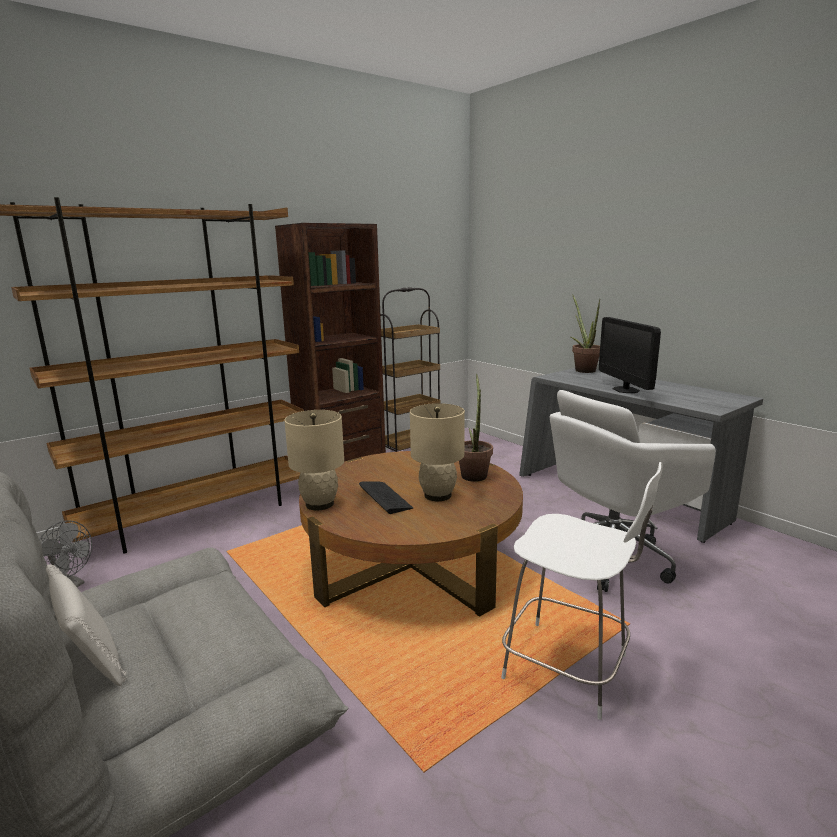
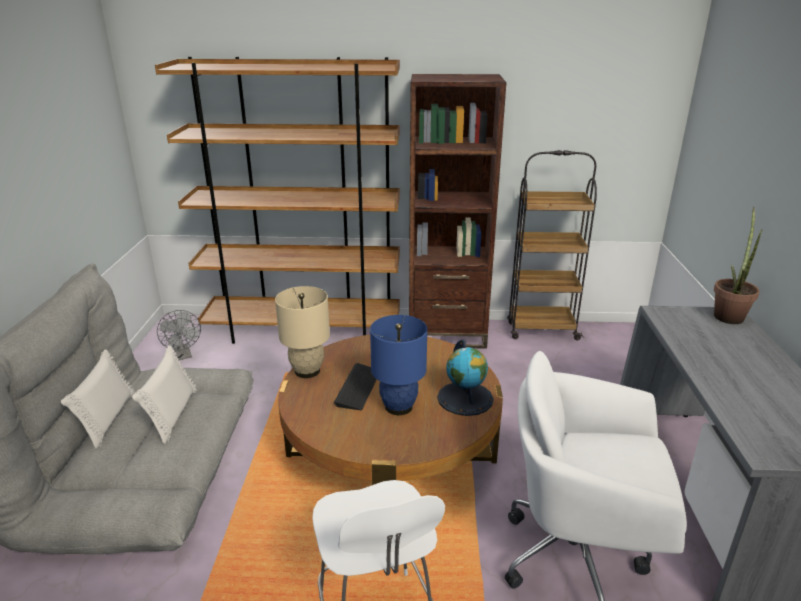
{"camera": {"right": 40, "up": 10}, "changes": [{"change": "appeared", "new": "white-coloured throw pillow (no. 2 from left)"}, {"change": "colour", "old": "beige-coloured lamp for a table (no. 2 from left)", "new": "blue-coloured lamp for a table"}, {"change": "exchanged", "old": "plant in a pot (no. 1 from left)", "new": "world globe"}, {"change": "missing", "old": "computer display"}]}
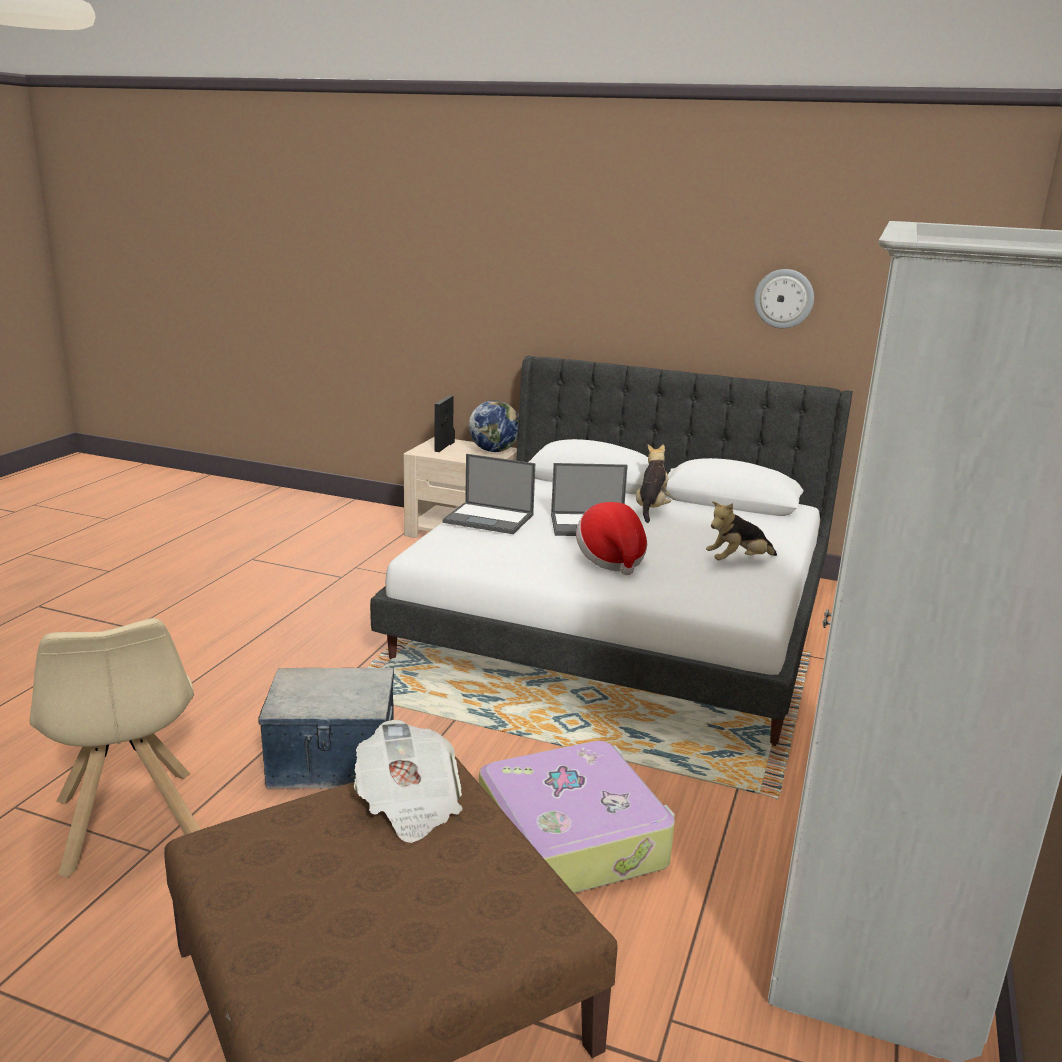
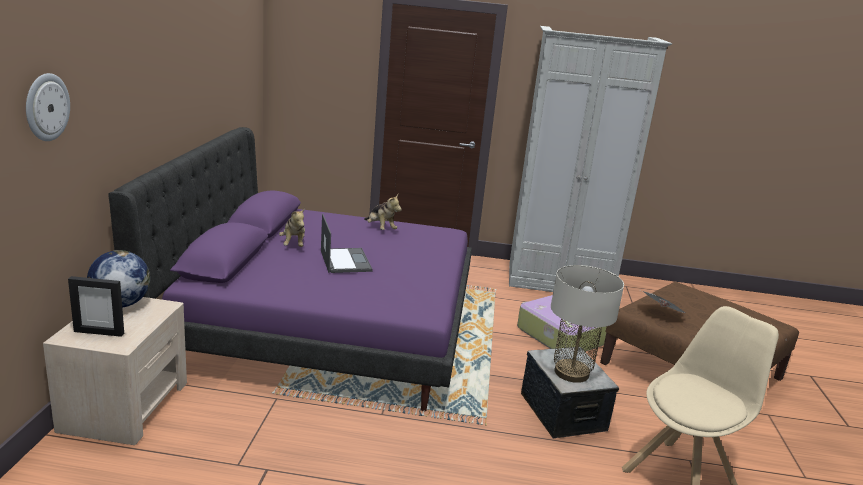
{"camera": {"right": -105, "up": 0}, "changes": [{"change": "relocated", "old": "wall clock"}, {"change": "colour", "old": "white-coloured bedroom bed", "new": "purplish bedroom bed"}, {"change": "spun", "old": "cuddly toy (no. 1 from left)", "degrees": -105}, {"change": "appeared", "new": "lamp for a table"}, {"change": "missing", "old": "laptop (no. 1 from left)"}, {"change": "missing", "old": "clothing hat"}]}
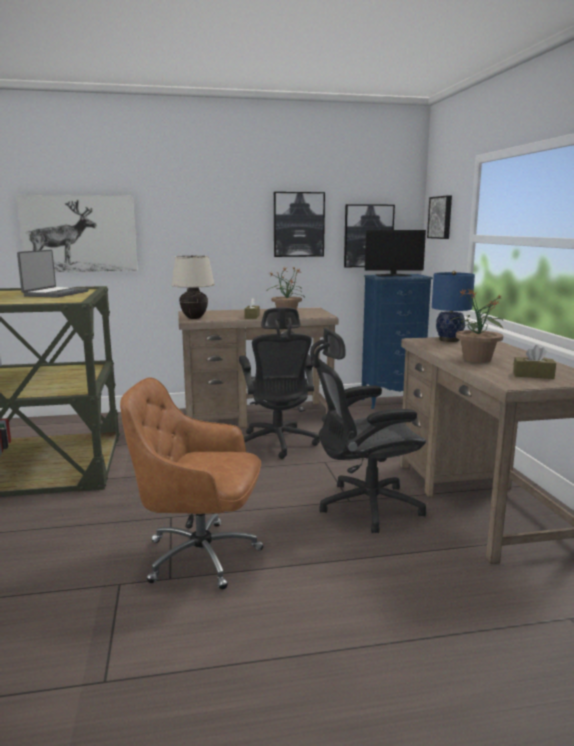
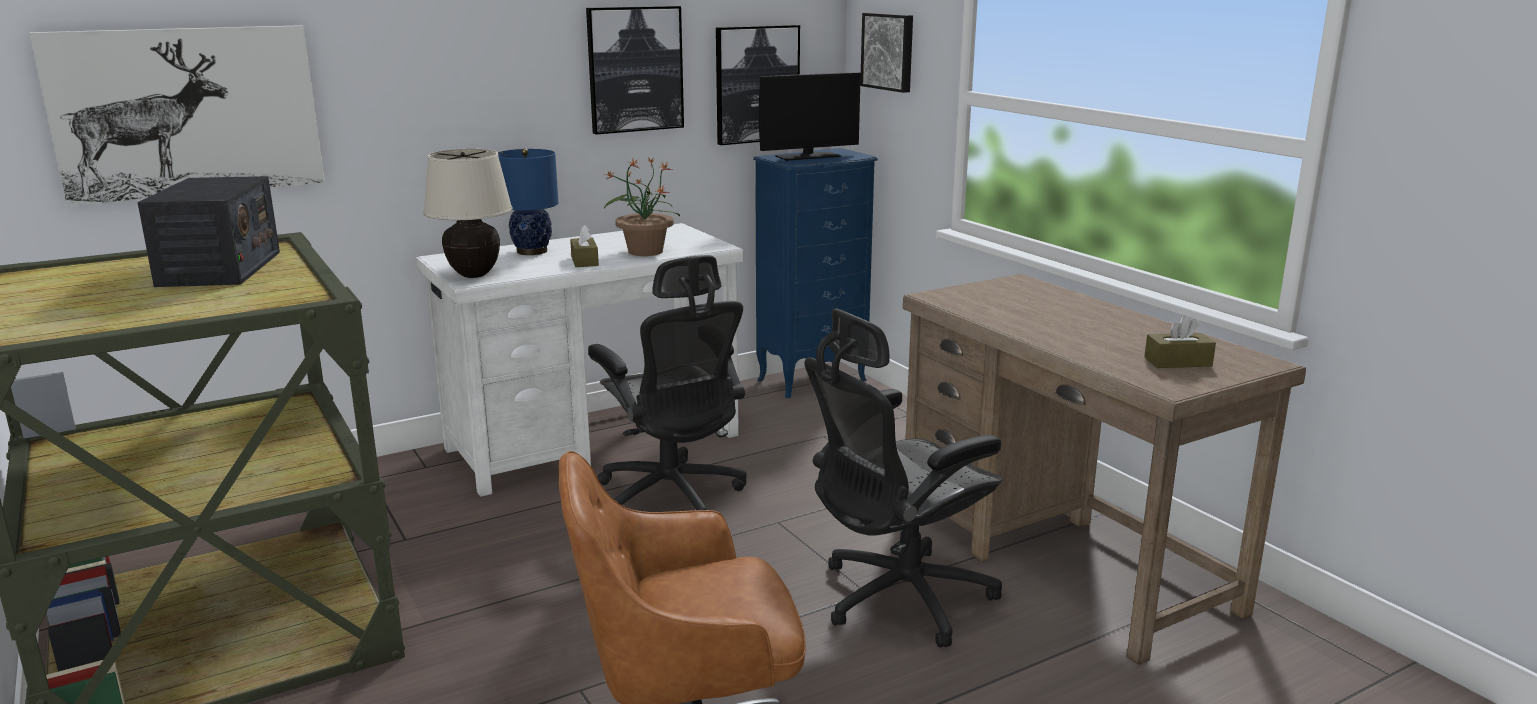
{"camera": {"right": -20, "up": 5}, "changes": [{"change": "exchanged", "old": "laptop", "new": "radio"}, {"change": "colour", "old": "brownish desk table (no. 1 from left)", "new": "white-coloured desk table"}, {"change": "relocated", "old": "blue-coloured lamp for a table"}, {"change": "missing", "old": "plant in a pot (no. 2 from left)"}]}
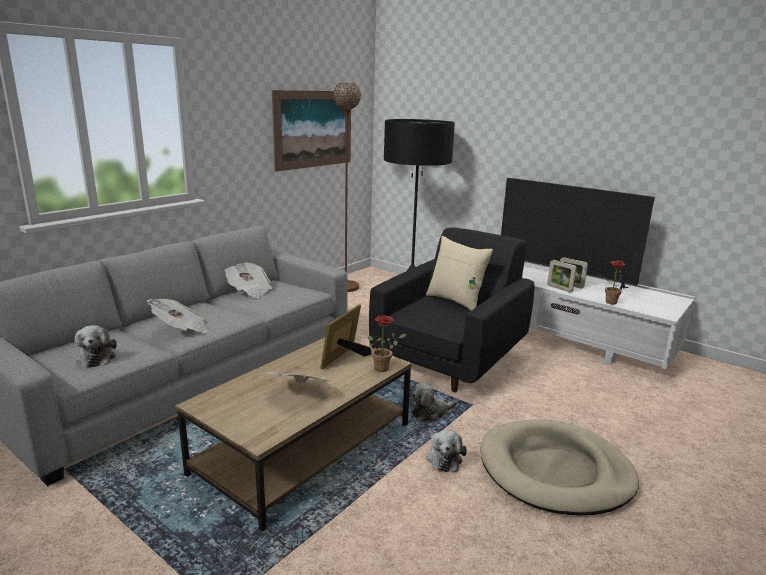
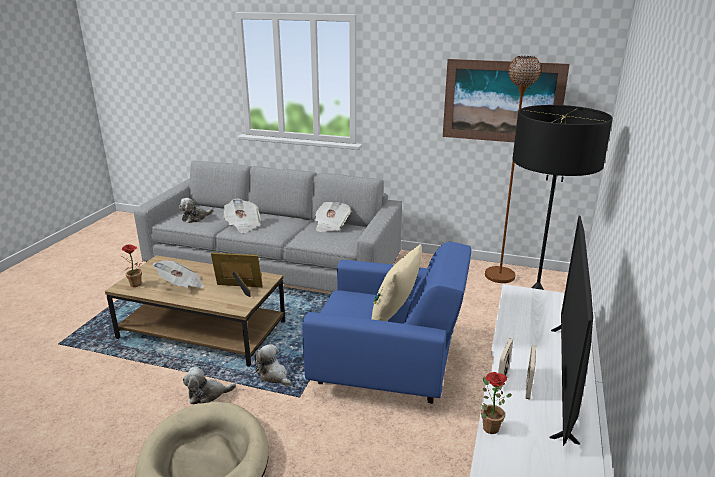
{"camera": {"right": 70, "up": 5}, "changes": [{"change": "relocated", "old": "plant in a pot (no. 1 from left)"}, {"change": "colour", "old": "blackish easy chair", "new": "blue-coloured easy chair"}]}
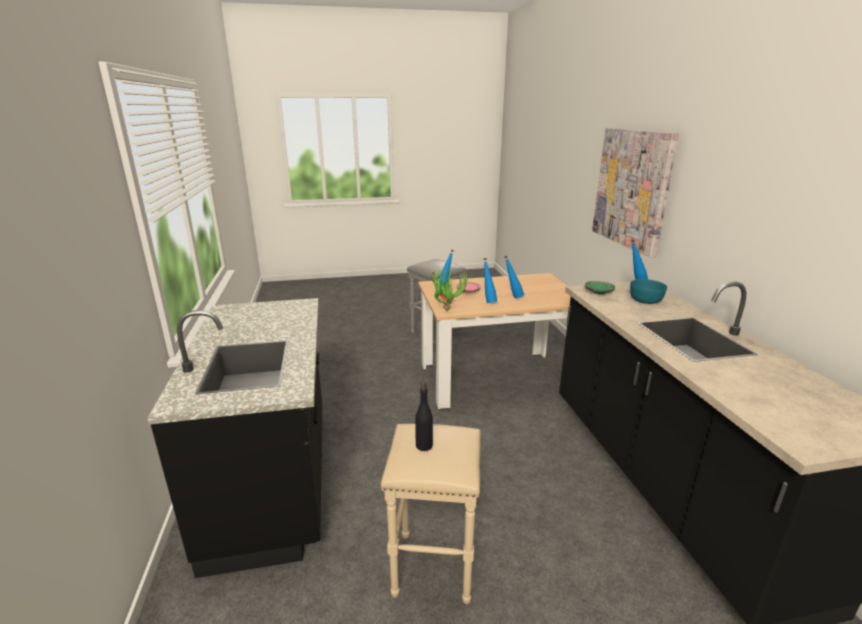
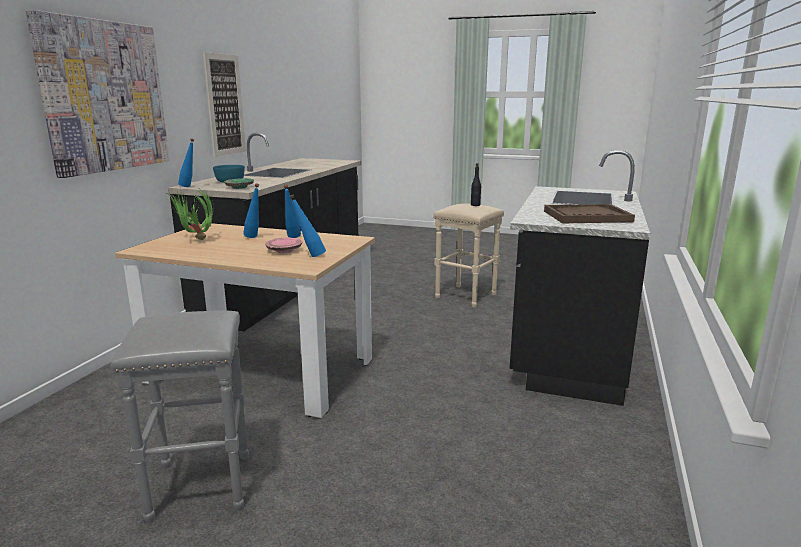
{"camera": {"right": -150, "up": -5}, "changes": [{"change": "relocated", "old": "plant in a pot"}, {"change": "appeared", "new": "wall picture (no. 2 from left)"}, {"change": "appeared", "new": "brownish carrying tray"}]}
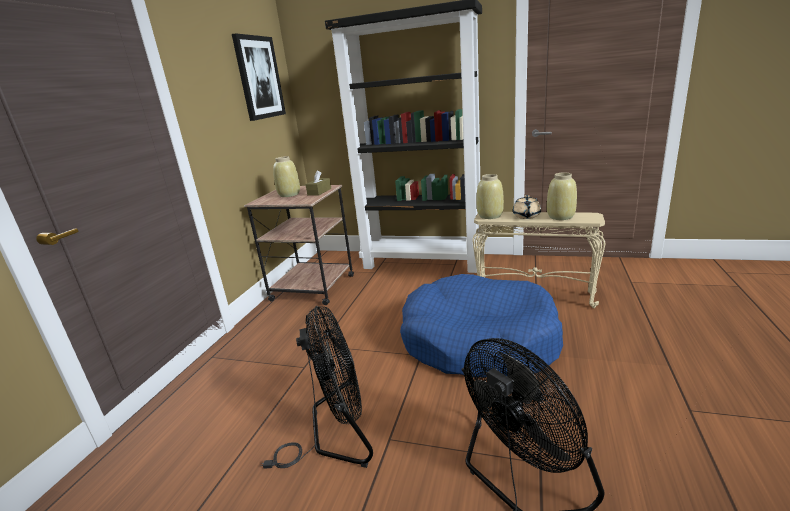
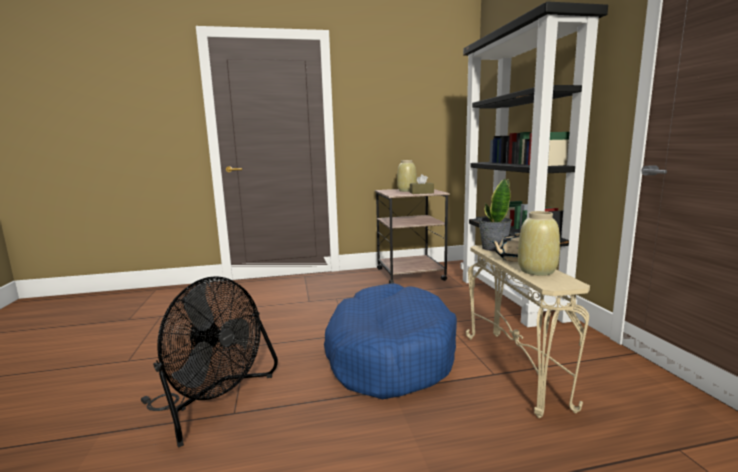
{"camera": {"right": 60, "up": -10}, "changes": [{"change": "exchanged", "old": "beige-coloured flower vase (no. 2 from left)", "new": "plant in a pot"}, {"change": "missing", "old": "wall picture"}, {"change": "missing", "old": "blackish cooling fan (no. 1 from left)"}]}
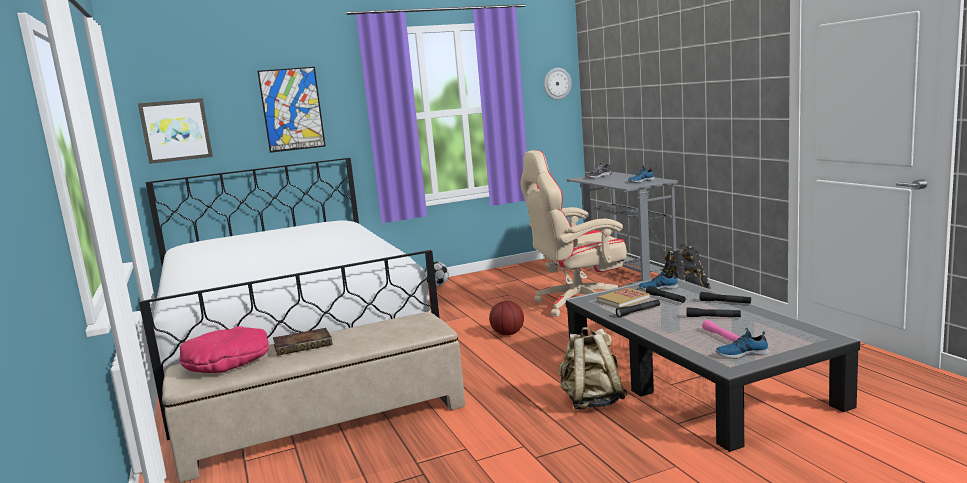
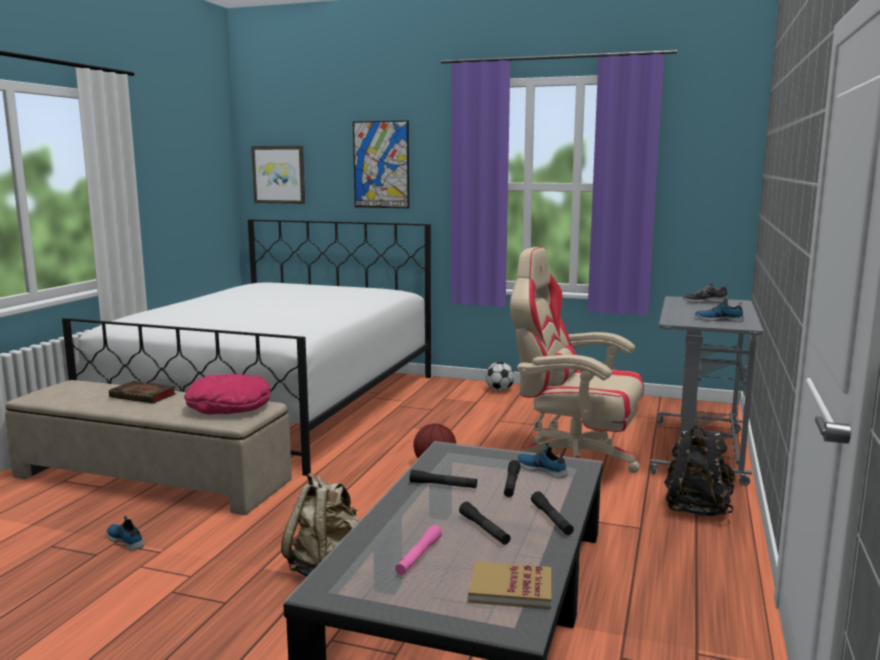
{"camera": {"right": 40, "up": 0}, "changes": [{"change": "relocated", "old": "low shoe (no. 4 from left in the first image)", "new": "low shoe (no. 1 from left)"}, {"change": "relocated", "old": "pink-coloured throw pillow"}, {"change": "relocated", "old": "book (no. 2 from left)"}, {"change": "missing", "old": "wall clock"}]}
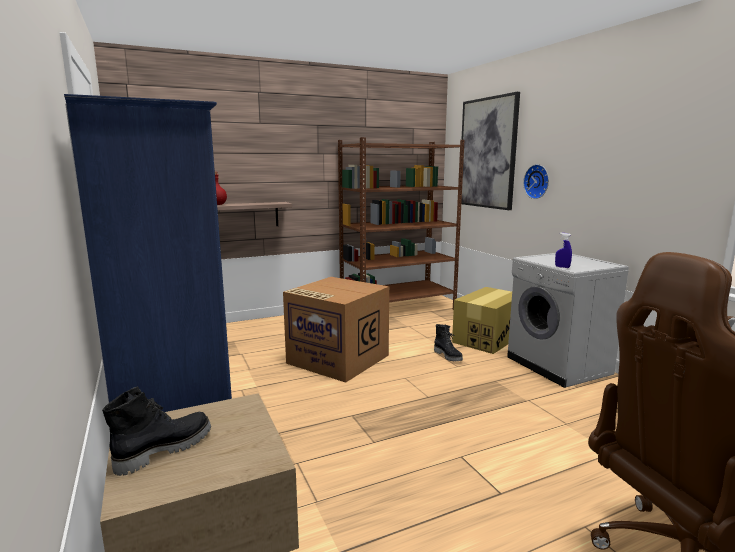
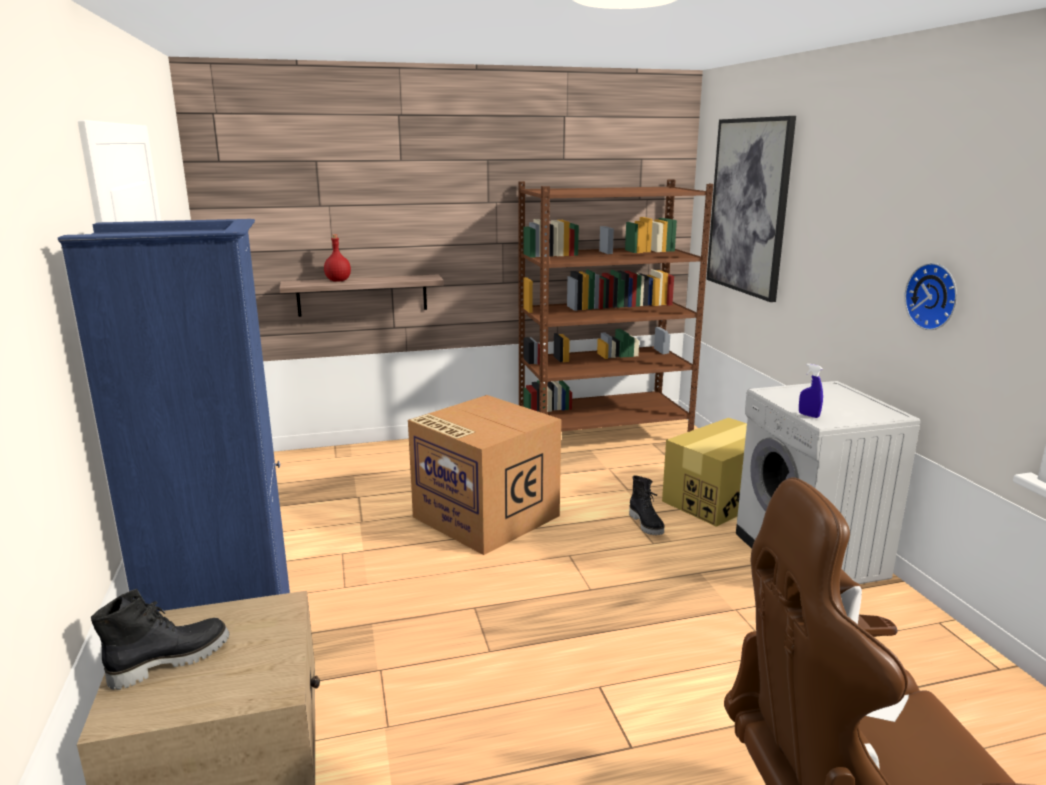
{"camera": {"right": 10, "up": 5}, "changes": [{"change": "relocated", "old": "wall clock"}]}
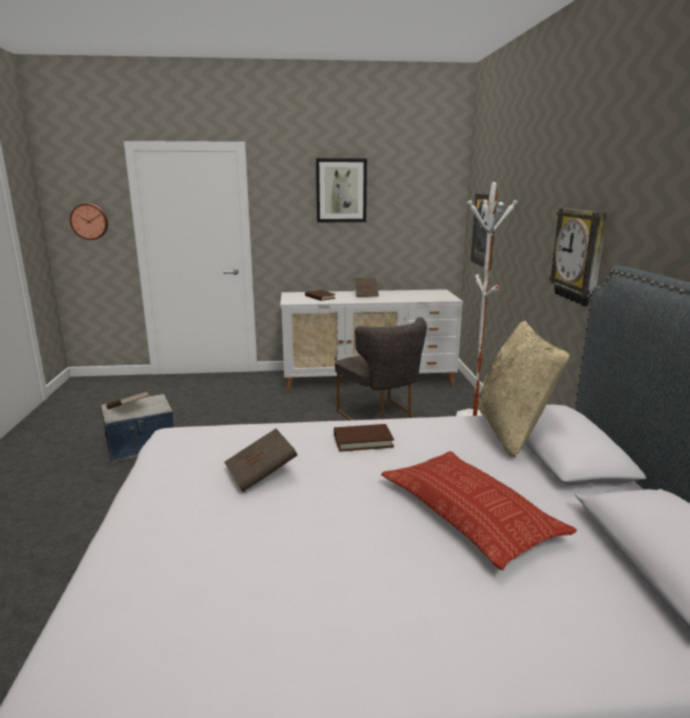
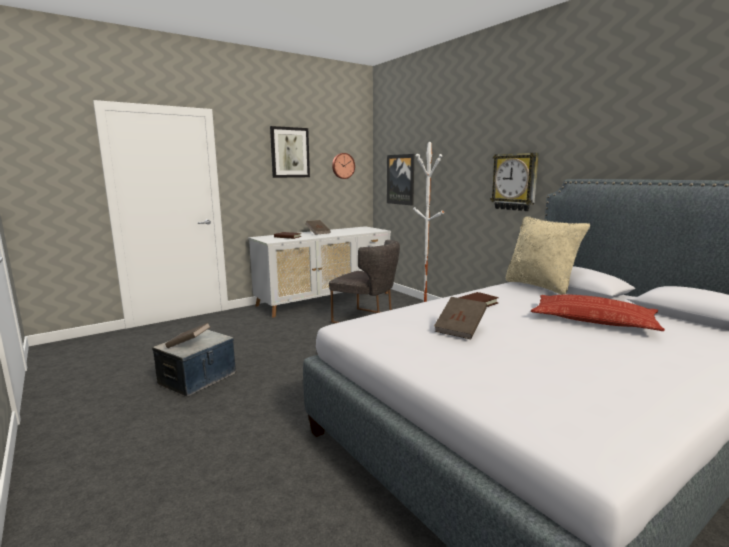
{"camera": {"right": -30, "up": -5}, "changes": [{"change": "relocated", "old": "wall clock (no. 1 from left)"}]}
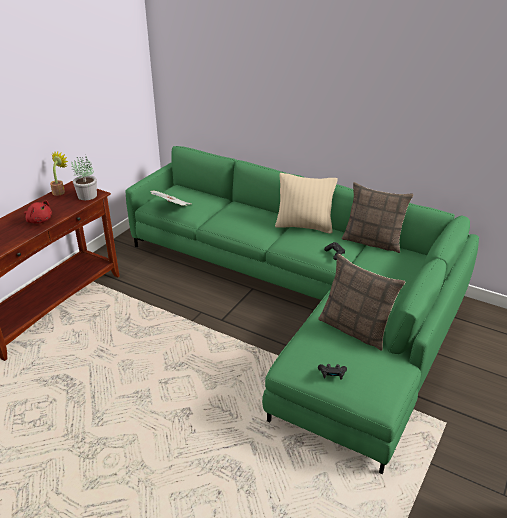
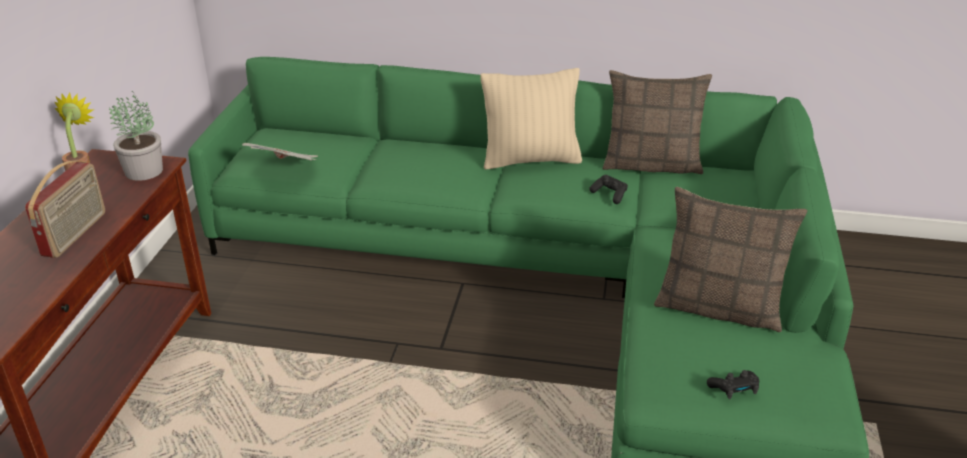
{"camera": {"right": -20, "up": 0}, "changes": [{"change": "exchanged", "old": "reddish cuddly toy", "new": "radio"}]}
